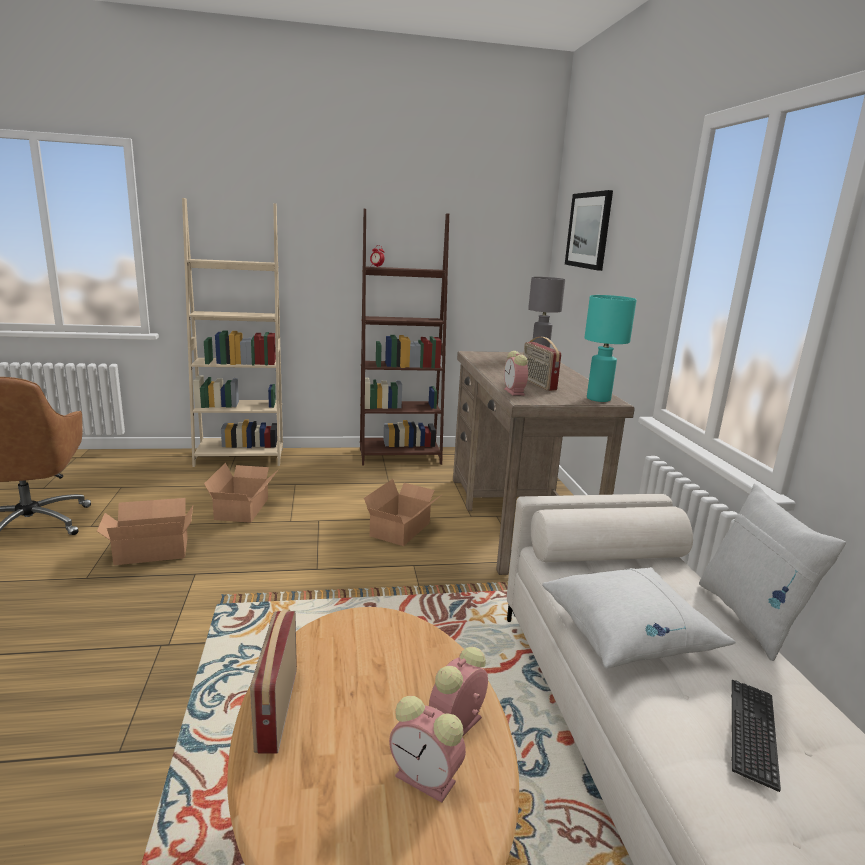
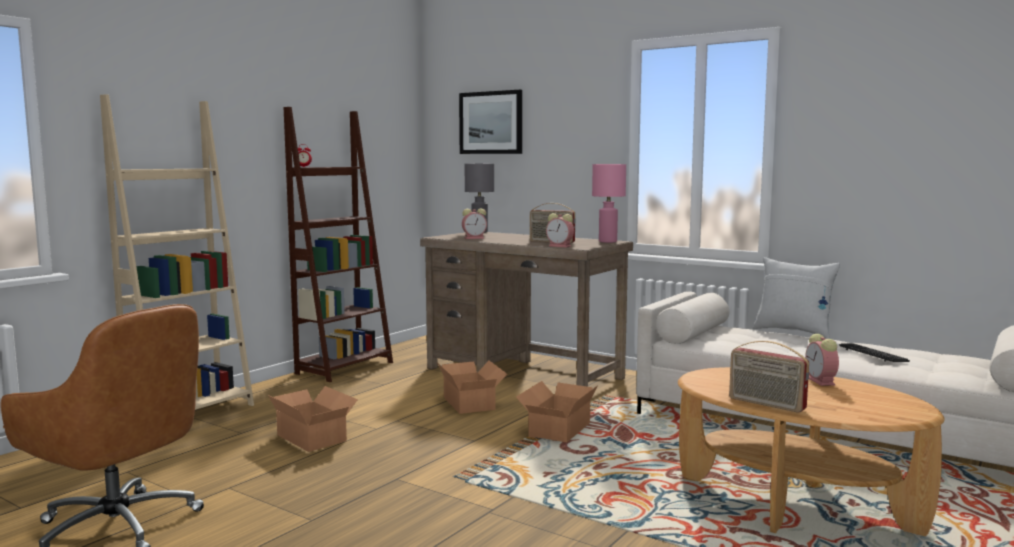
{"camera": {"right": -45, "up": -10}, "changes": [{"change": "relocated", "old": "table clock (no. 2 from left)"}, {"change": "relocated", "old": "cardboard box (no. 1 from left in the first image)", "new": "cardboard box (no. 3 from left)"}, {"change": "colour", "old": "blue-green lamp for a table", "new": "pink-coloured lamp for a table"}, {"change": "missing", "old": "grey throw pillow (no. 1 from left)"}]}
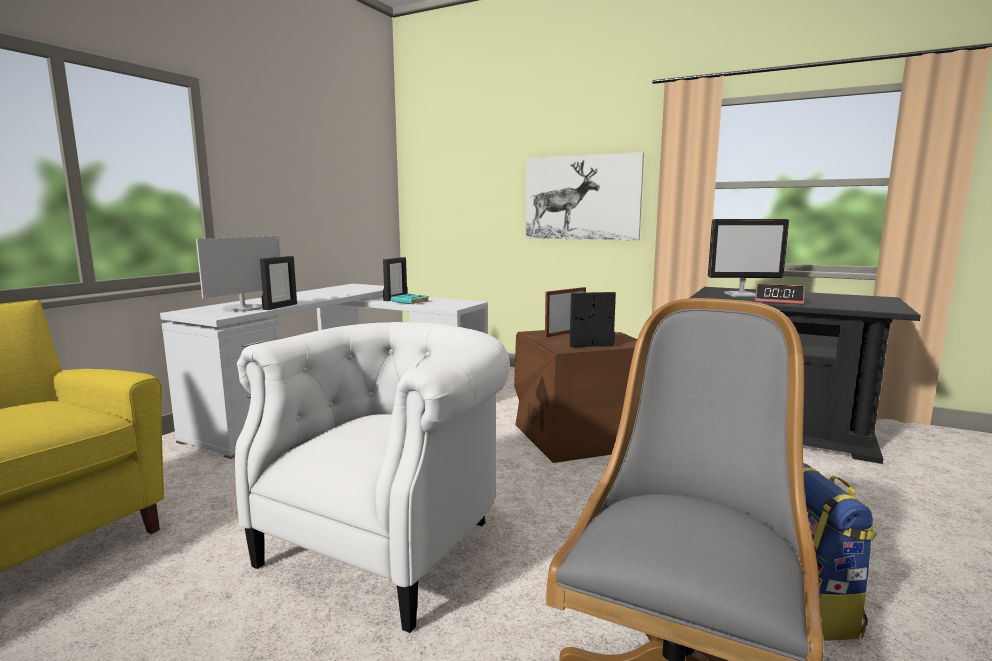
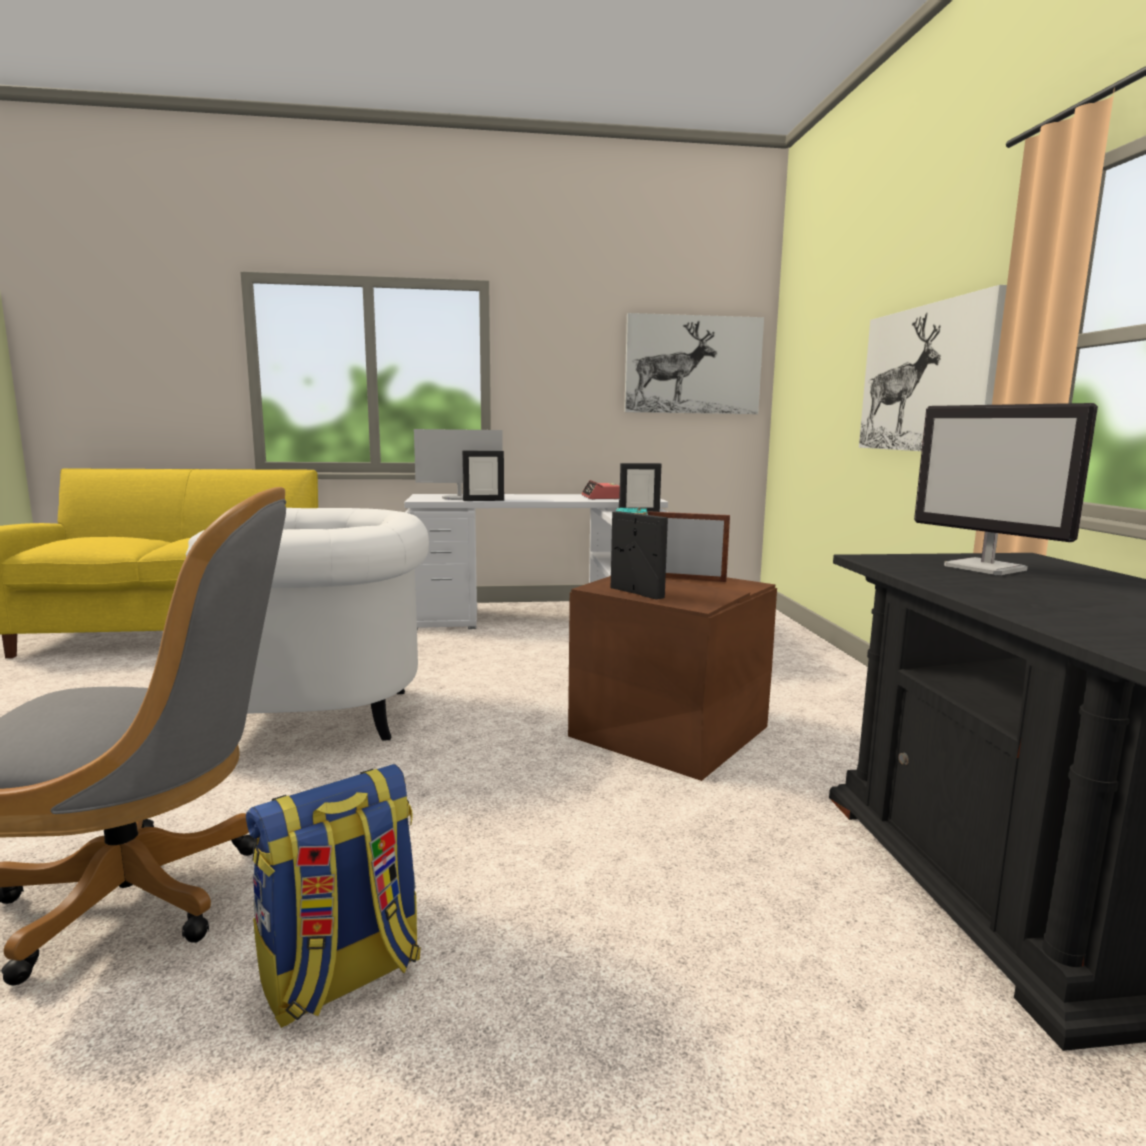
{"camera": {"right": 55, "up": 0}, "changes": [{"change": "relocated", "old": "table clock"}, {"change": "appeared", "new": "wall picture (no. 1 from left)"}]}
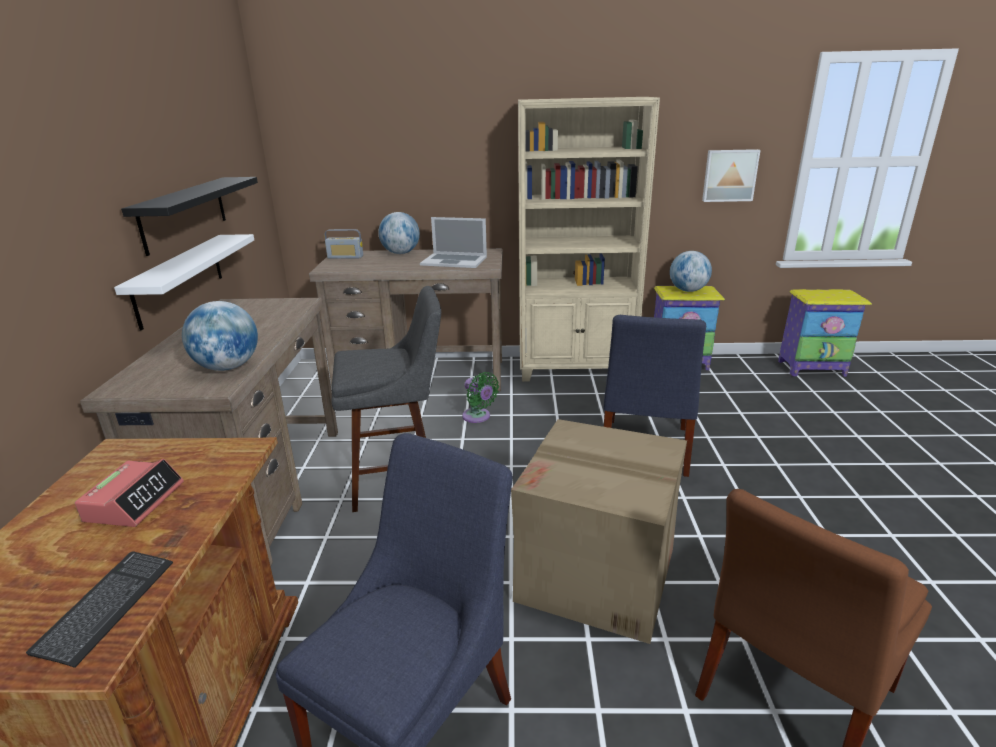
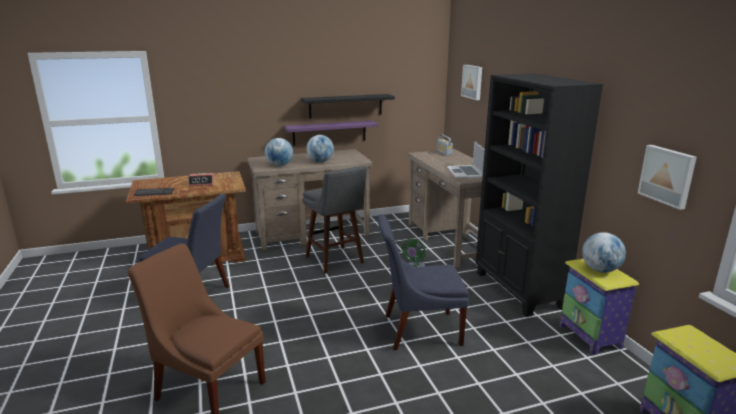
{"camera": {"right": 70, "up": -5}, "changes": [{"change": "colour", "old": "white-coloured wall shelf", "new": "purplish wall shelf"}, {"change": "relocated", "old": "world globe (no. 2 from left)"}, {"change": "appeared", "new": "wall picture (no. 1 from left)"}, {"change": "colour", "old": "beige-coloured bookshelf", "new": "blackish bookshelf"}, {"change": "missing", "old": "cardboard box"}]}
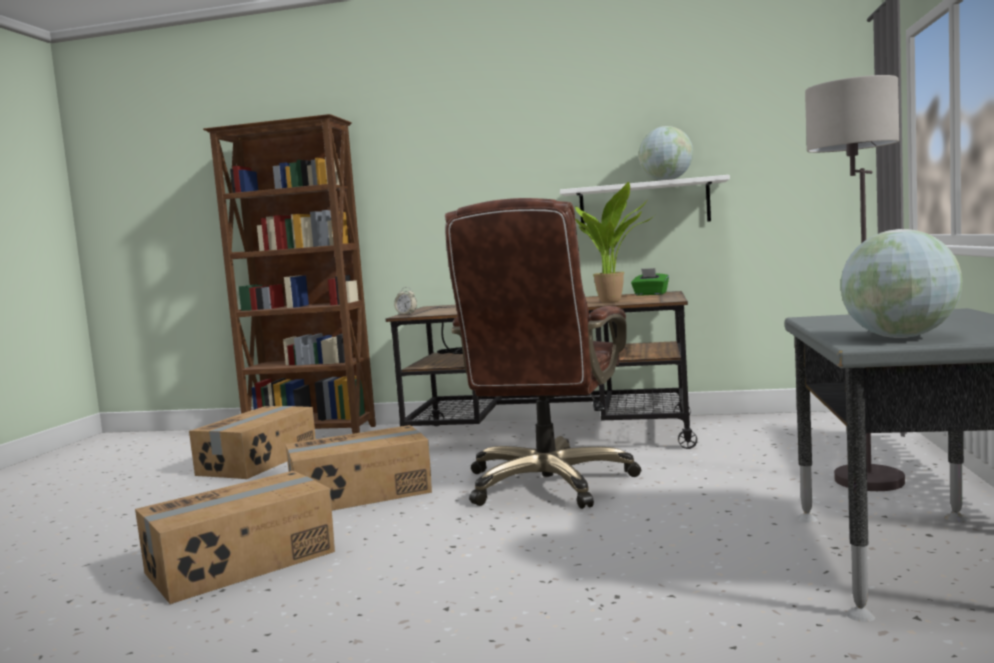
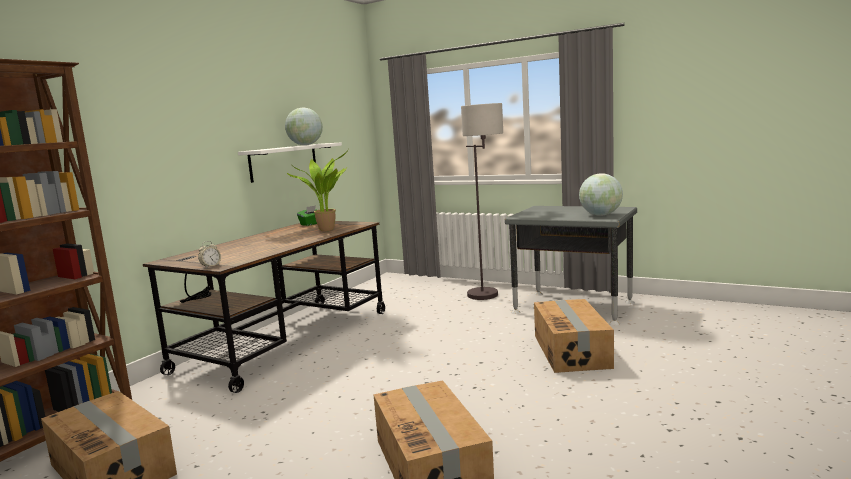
{"camera": {"right": -70, "up": 5}, "changes": [{"change": "relocated", "old": "cardboard box (no. 3 from left)"}, {"change": "missing", "old": "brownish office chair"}]}
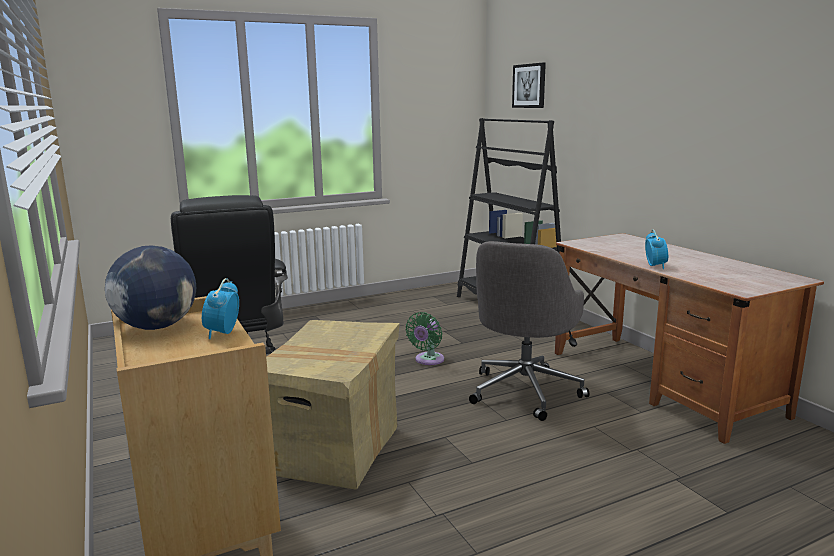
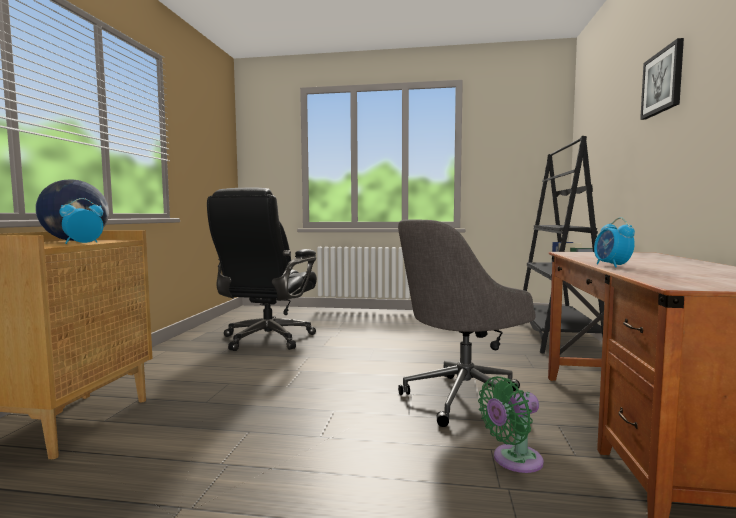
{"camera": {"right": 35, "up": -10}, "changes": [{"change": "relocated", "old": "greenish cooling fan"}, {"change": "spun", "old": "table clock (no. 2 from left)", "degrees": 135}, {"change": "relocated", "old": "wall picture"}, {"change": "missing", "old": "cardboard box"}]}
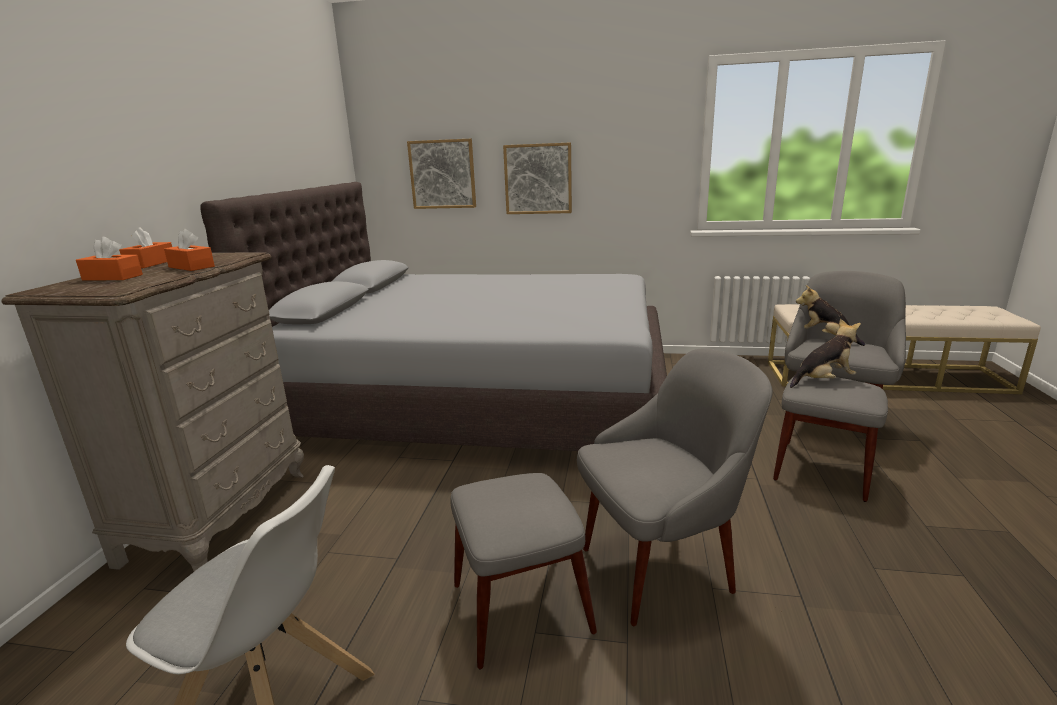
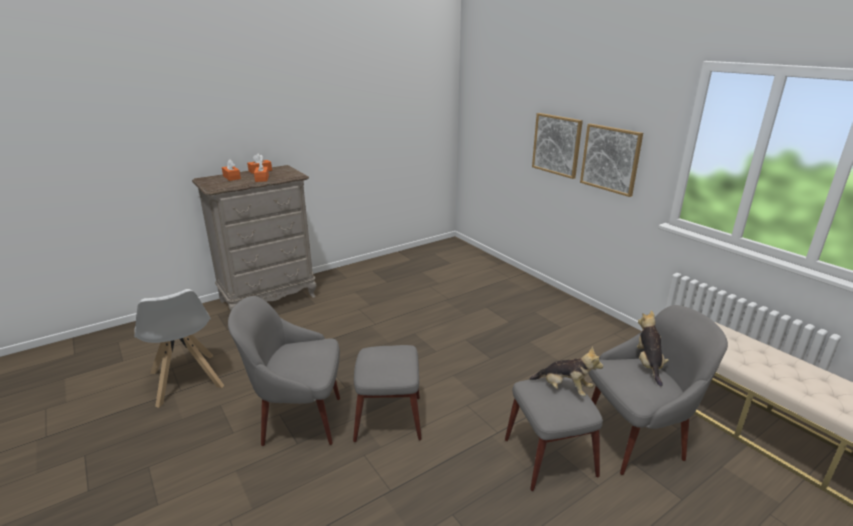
{"camera": {"right": 45, "up": 5}, "changes": [{"change": "spun", "old": "grey easy chair (no. 1 from left)", "degrees": 150}, {"change": "relocated", "old": "wall picture (no. 1 from left in the first image)", "new": "wall picture (no. 2 from left)"}, {"change": "missing", "old": "grey bedroom bed"}]}
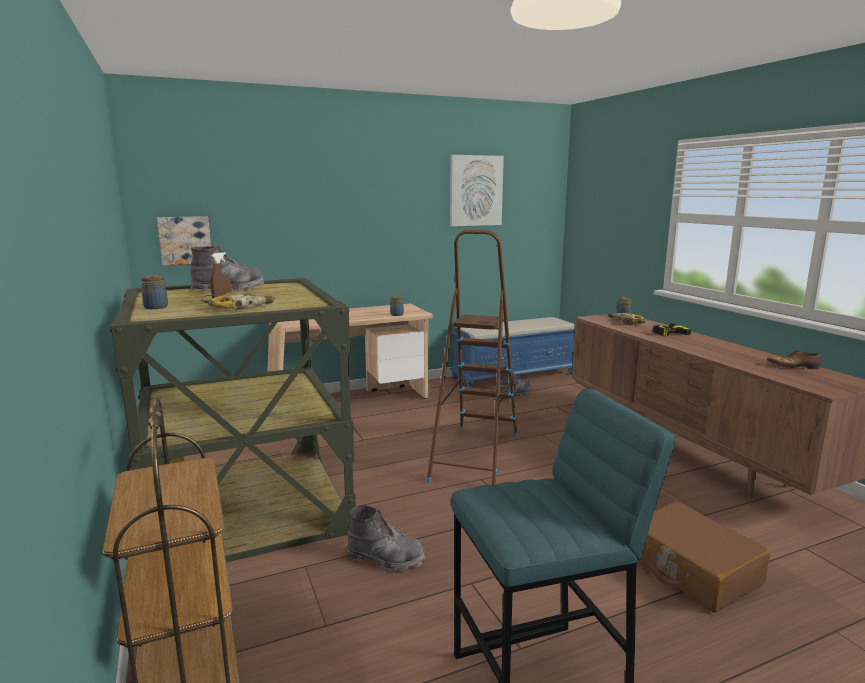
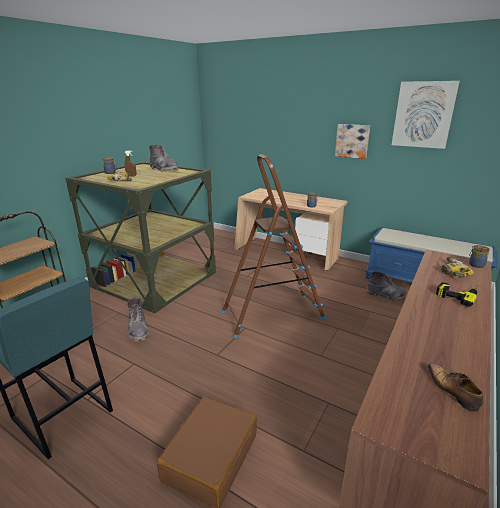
{"camera": {"right": 55, "up": 10}, "changes": [{"change": "relocated", "old": "wall picture (no. 1 from left)"}]}
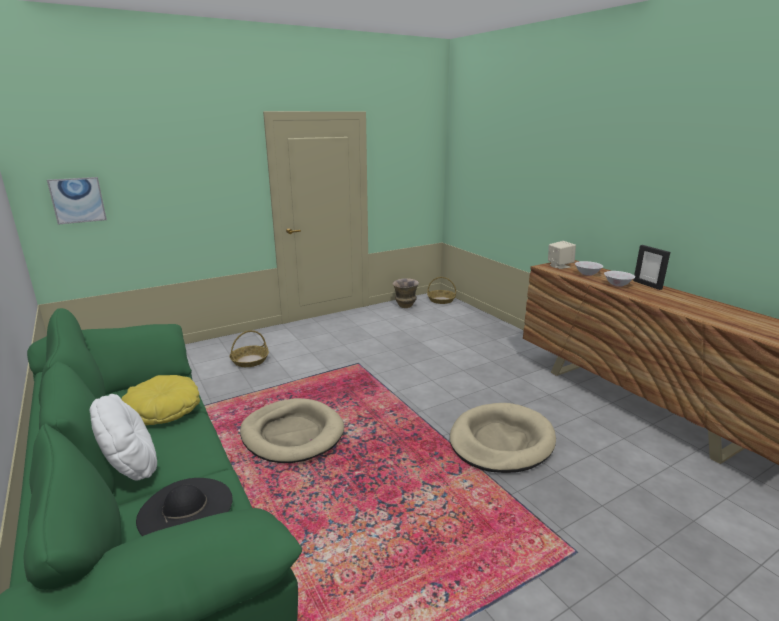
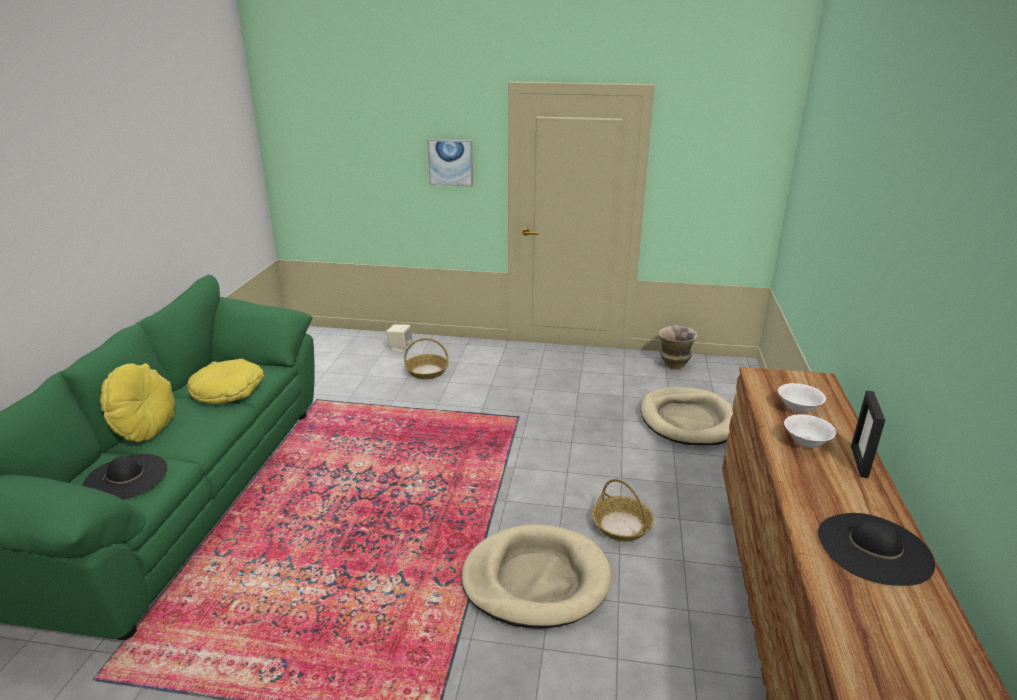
{"camera": {"right": 40, "up": 5}, "changes": [{"change": "colour", "old": "white-coloured throw pillow", "new": "yellow-coloured throw pillow (no. 1 from left)"}, {"change": "relocated", "old": "beige-coloured loudspeaker"}, {"change": "relocated", "old": "wall picture"}, {"change": "relocated", "old": "basket (no. 2 from left)"}, {"change": "relocated", "old": "beige-coloured dog bed (no. 1 from left in the first image)", "new": "beige-coloured dog bed (no. 2 from left)"}, {"change": "appeared", "new": "blackish clothing hat (no. 2 from left)"}]}
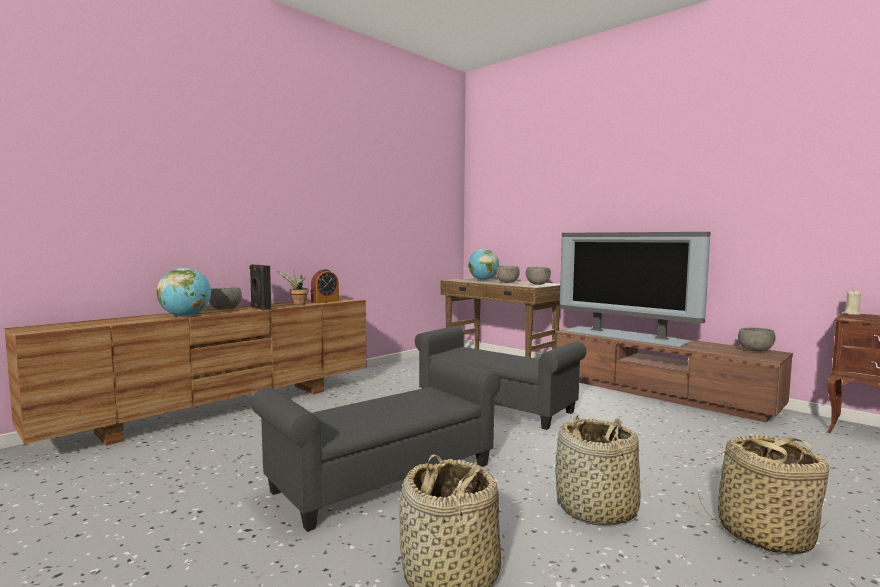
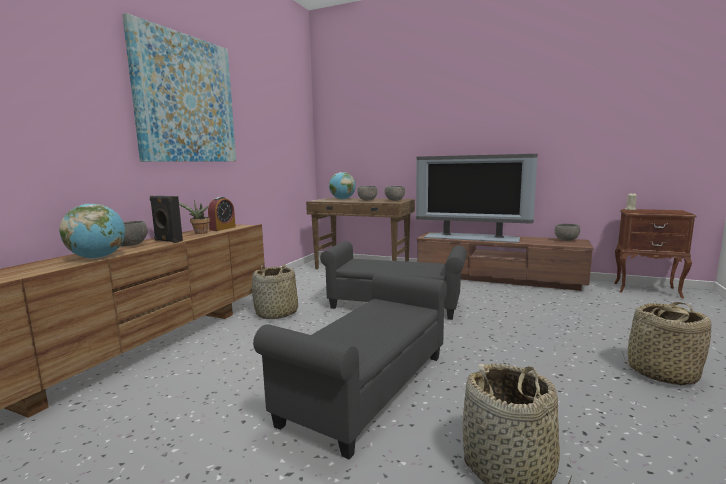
{"camera": {"right": -20, "up": 5}, "changes": [{"change": "appeared", "new": "wall picture"}, {"change": "relocated", "old": "basket (no. 2 from left in the first image)", "new": "basket (no. 1 from left)"}]}
